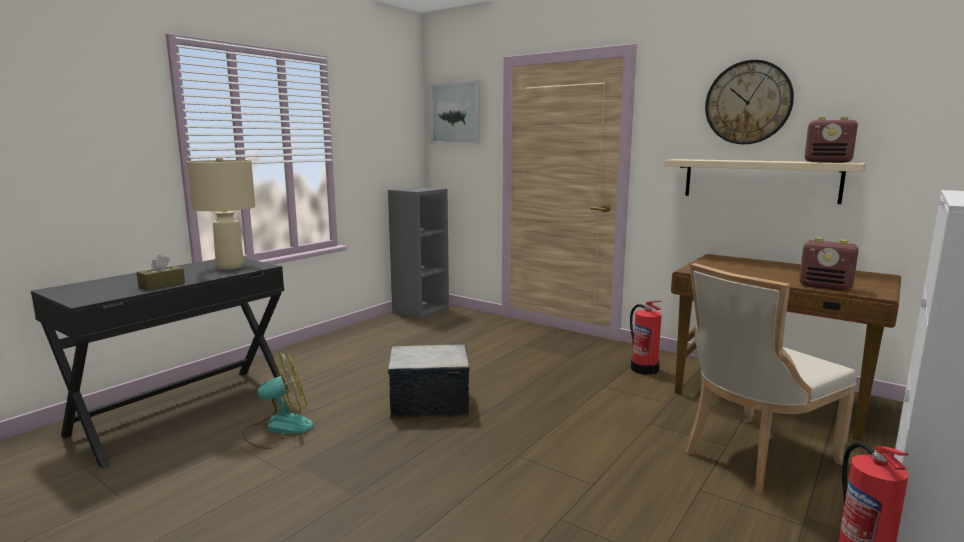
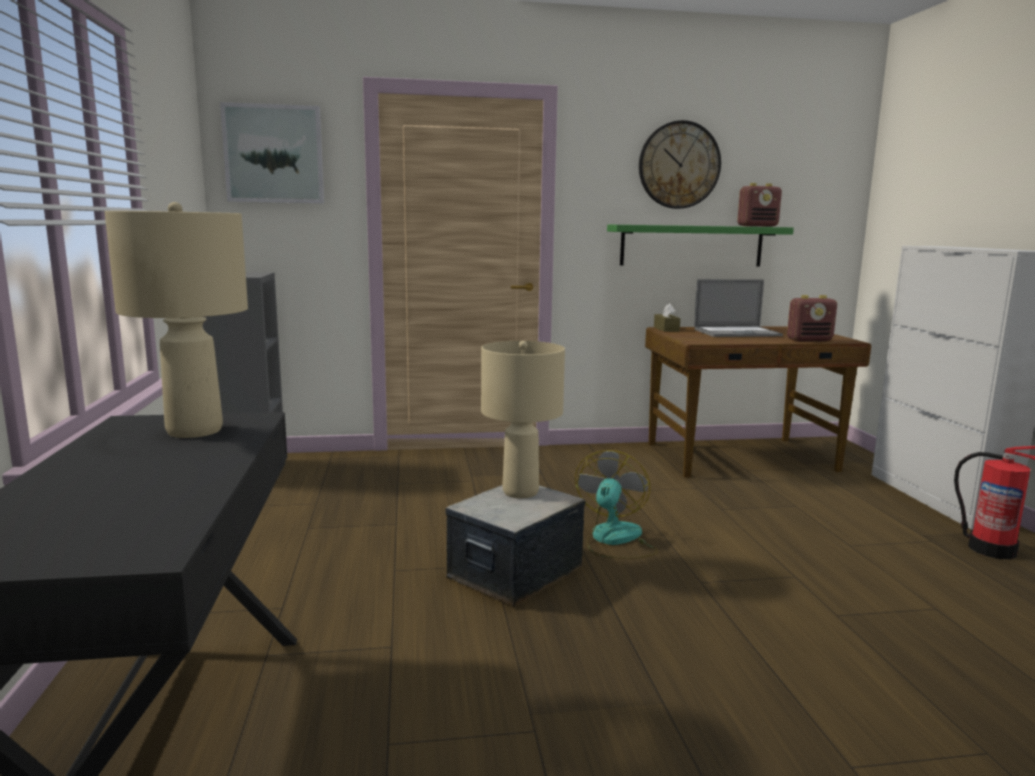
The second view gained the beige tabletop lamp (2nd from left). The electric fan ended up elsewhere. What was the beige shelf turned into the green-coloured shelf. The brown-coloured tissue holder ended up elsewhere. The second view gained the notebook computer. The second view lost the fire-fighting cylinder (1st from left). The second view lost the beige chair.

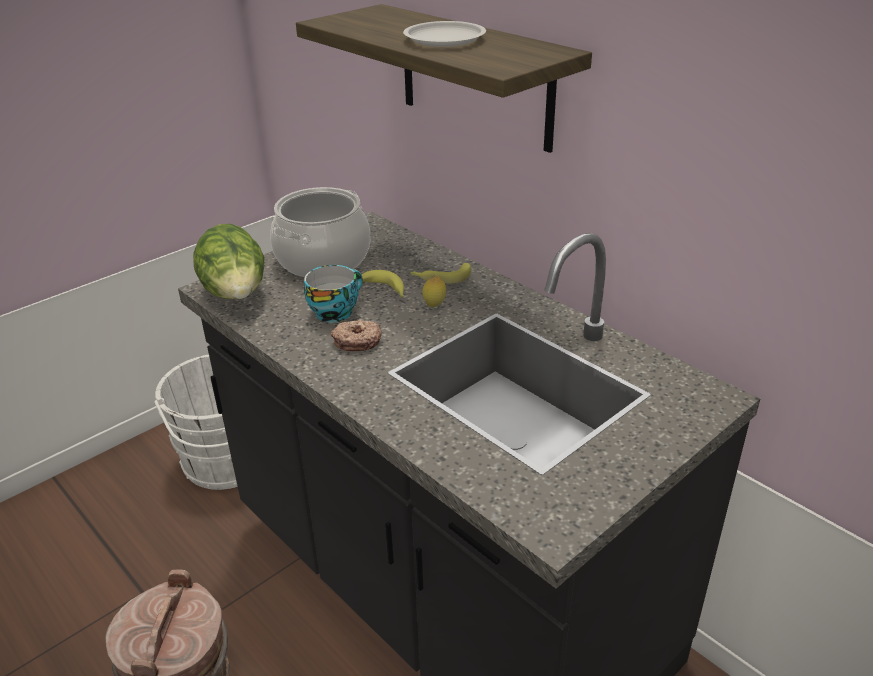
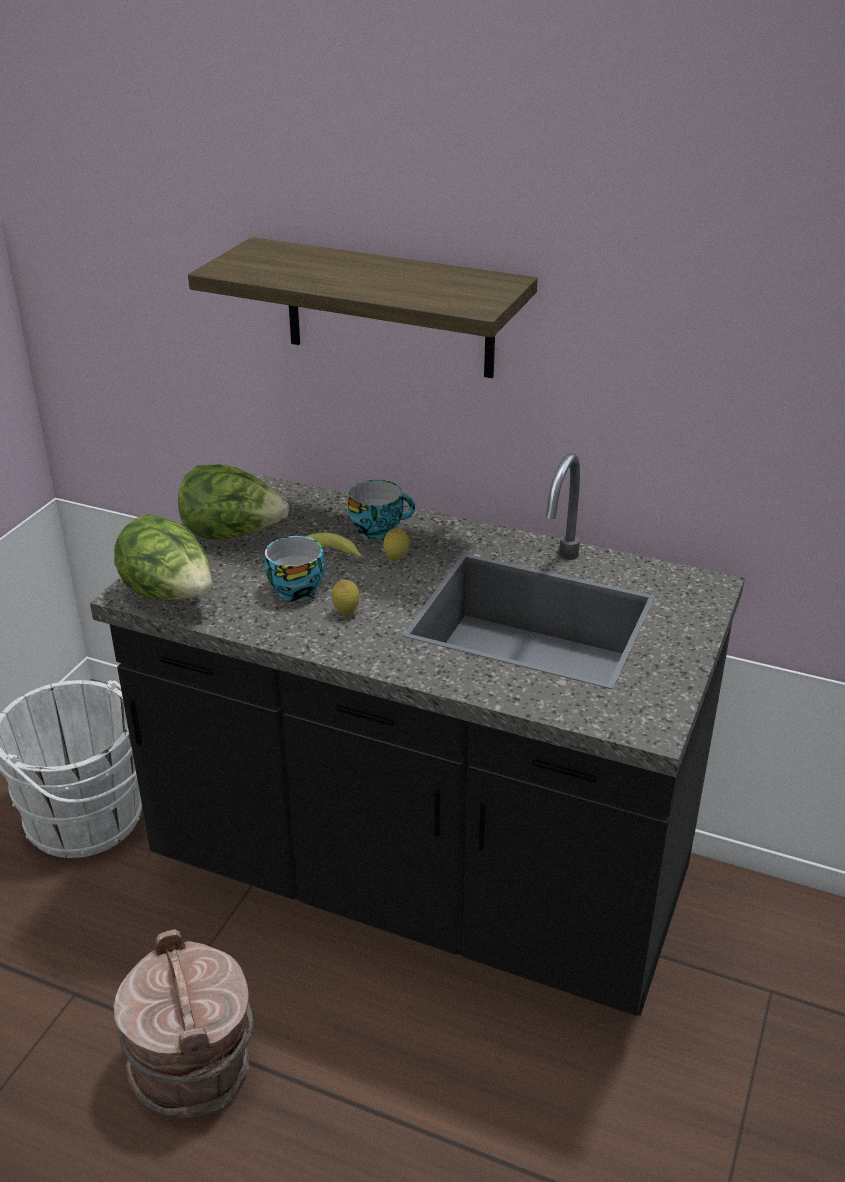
Where the saucepot stood, the lettuce head (2nd from left) came to stand. Where the ring doughnut stood, the lemon (1st from left) came to stand. Where the banana (2nd from left) stood, the drinking cup (2nd from left) came to stand. The second view lost the whitish plate.

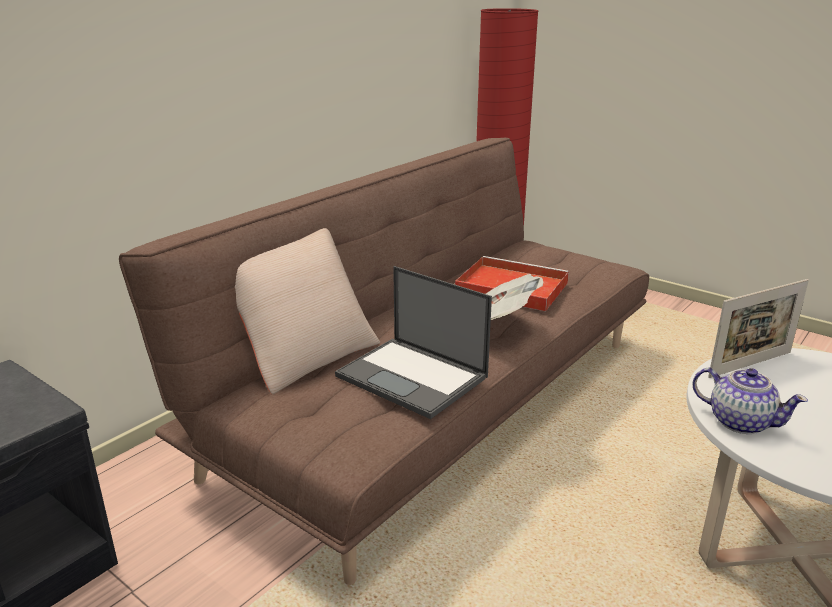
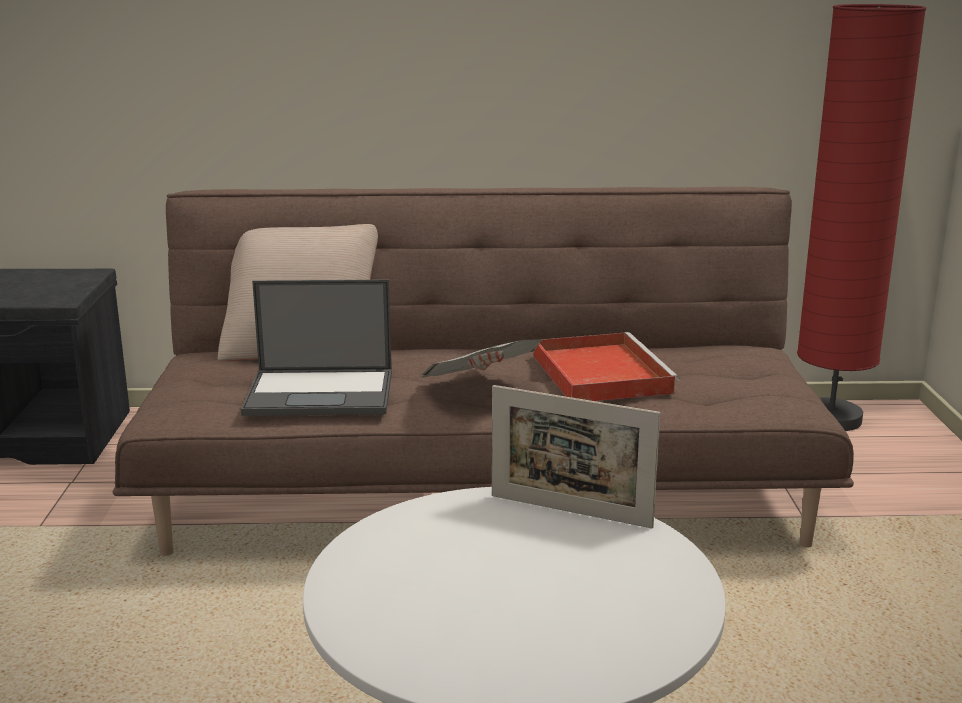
The notebook computer ended up facing another way, 90 degrees counterclockwise from before. The second view lost the teapot.

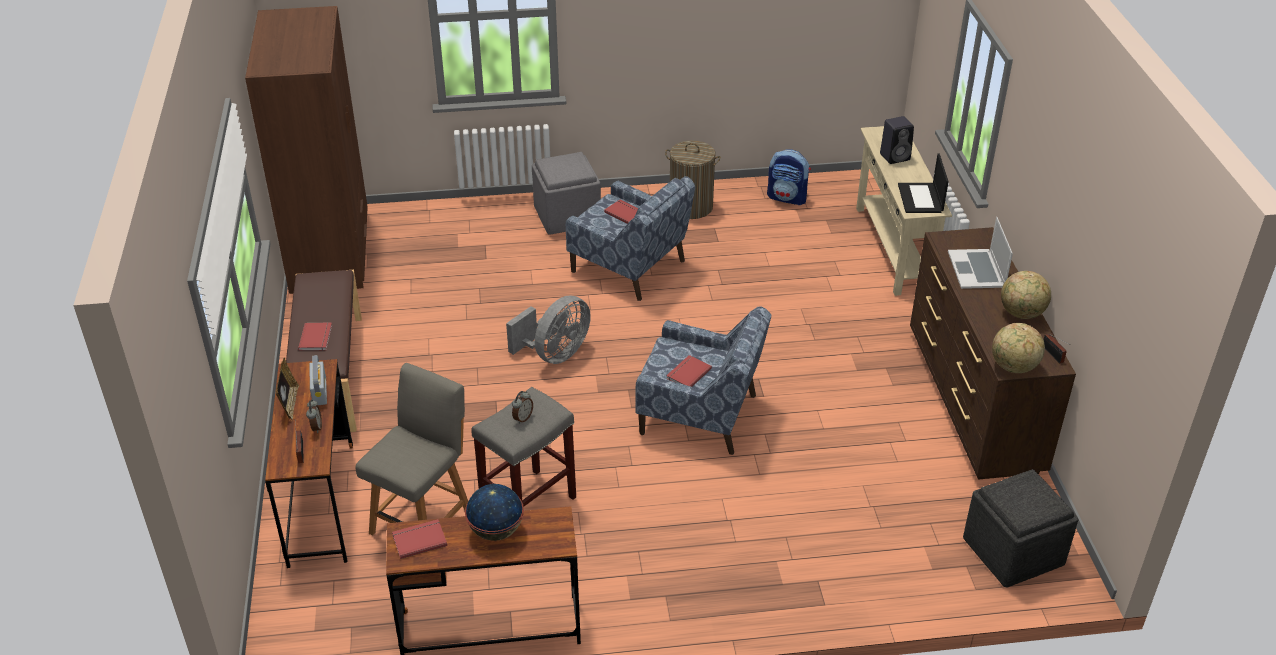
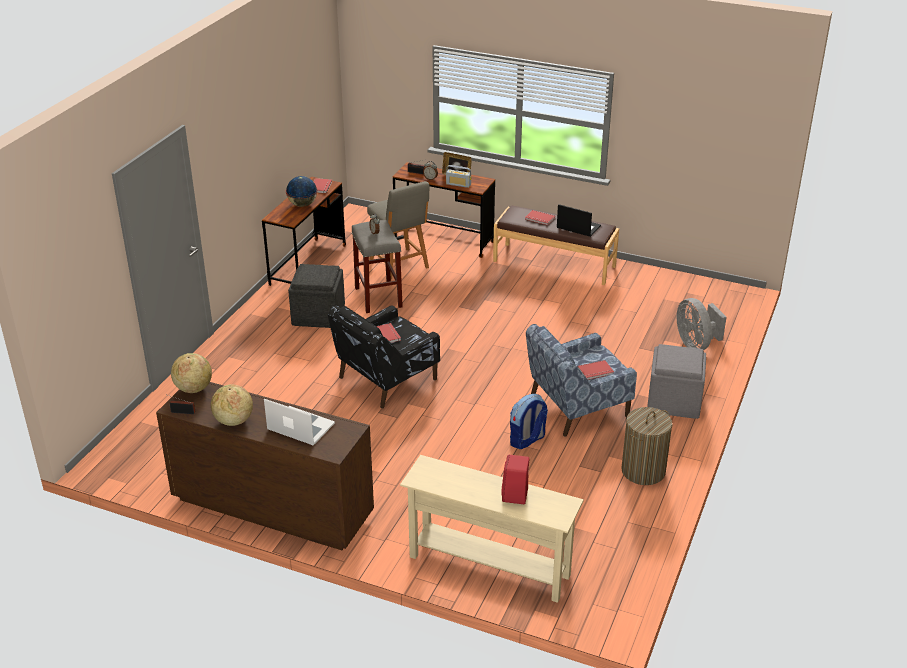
The greyish footrest (2nd from left in the first image) ended up elsewhere. What was the blue-coloured lounge chair (2nd from left) turned into the blackish lounge chair. What was the blackish speaker turned into the reddish speaker. The rucksack ended up elsewhere. The notebook computer (1st from left in the first image) ended up elsewhere. The greyish electric fan ended up elsewhere. The second view lost the brown-coloured armoire.

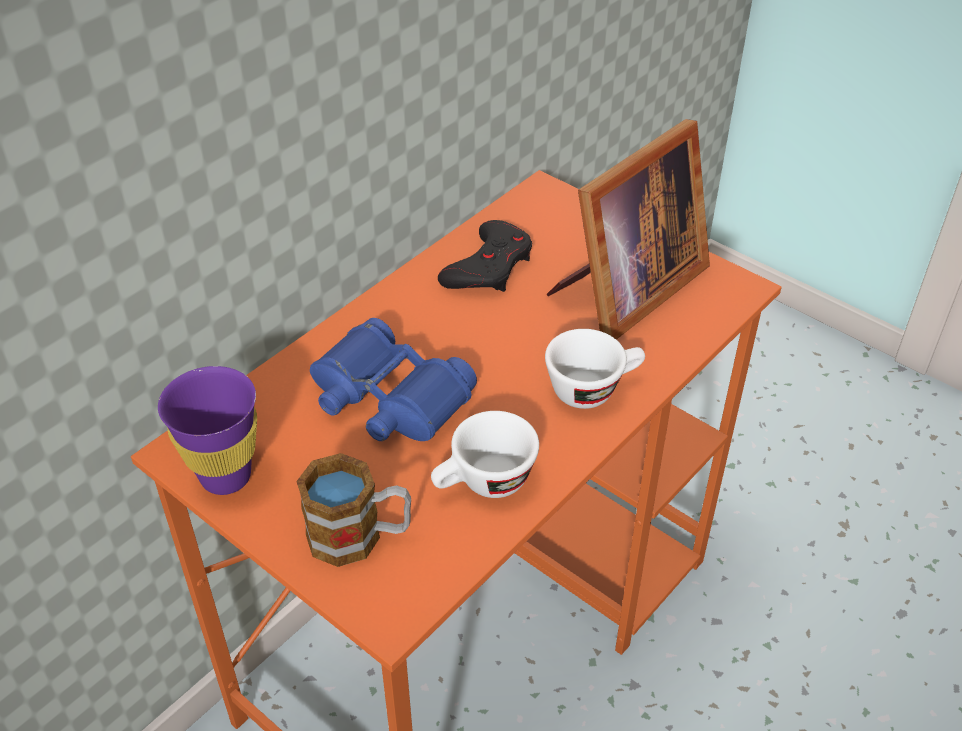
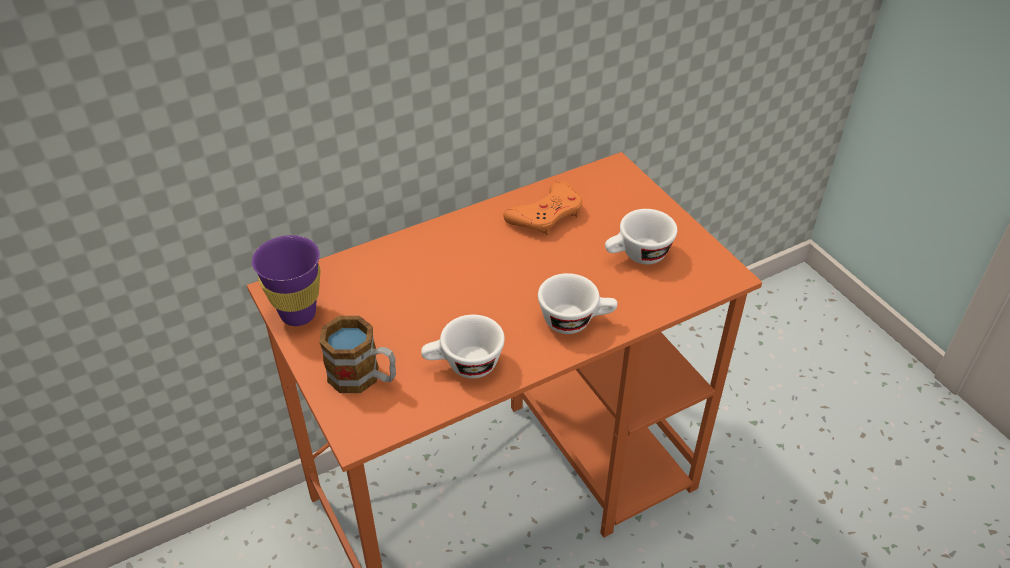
What was the blackish game controller turned into the orangey game controller. Where the picture frame stood, the whitish drinking cup (3rd from left) came to stand. The second view lost the blue-coloured binoculars.

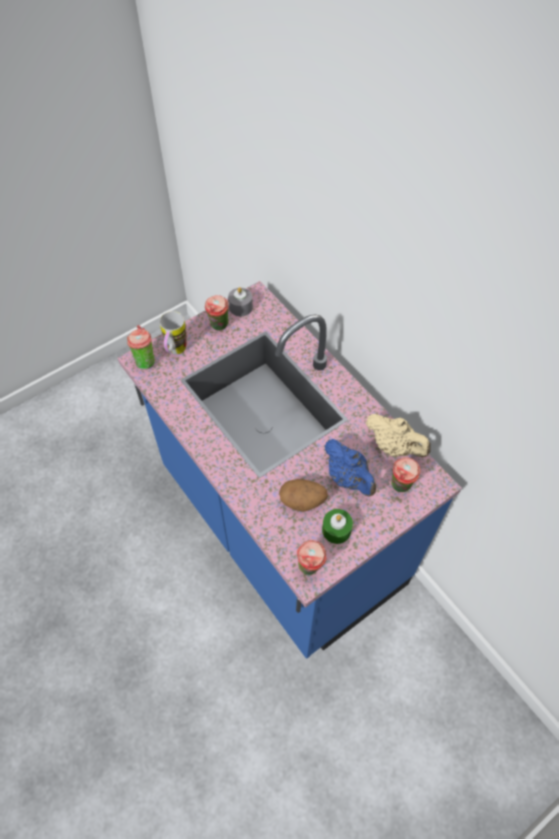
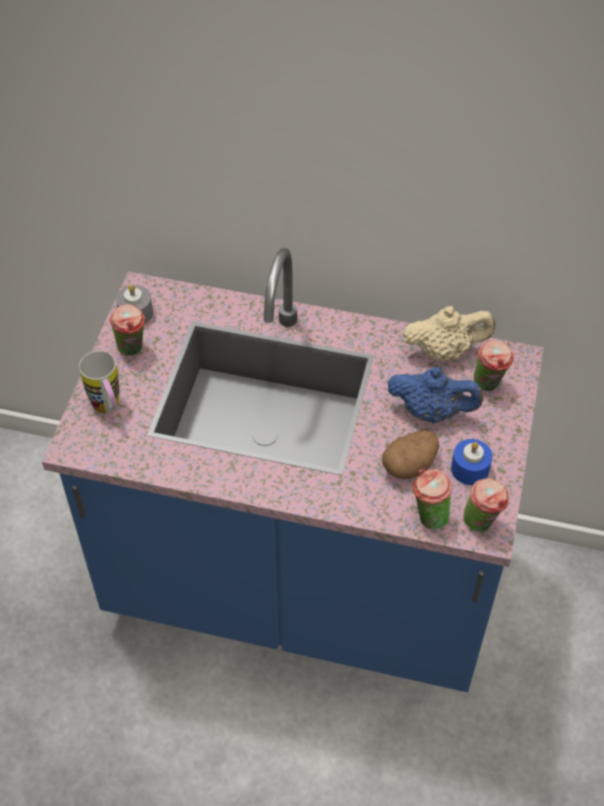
The drinking cup (1st from left in the first image) ended up elsewhere. What was the green-coloured candle turned into the blue-coloured candle.

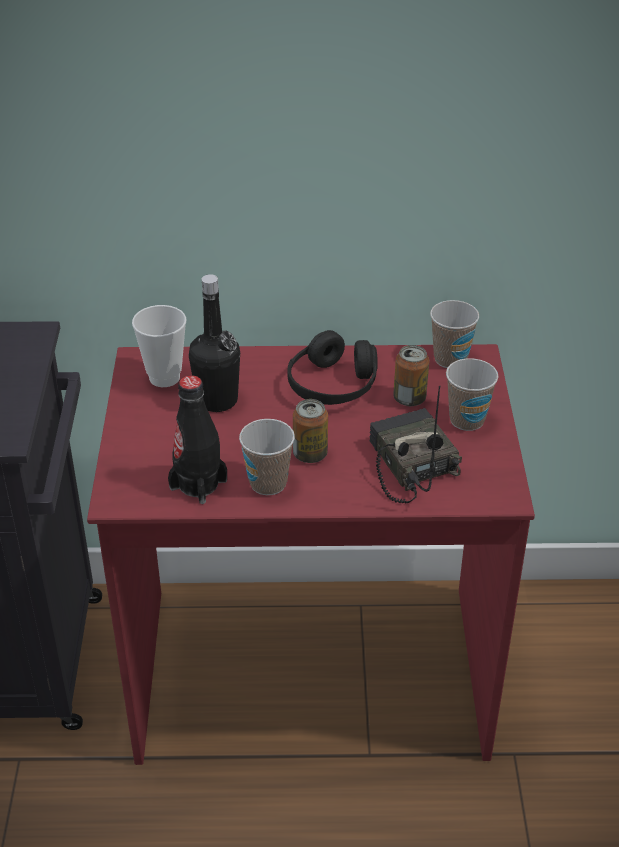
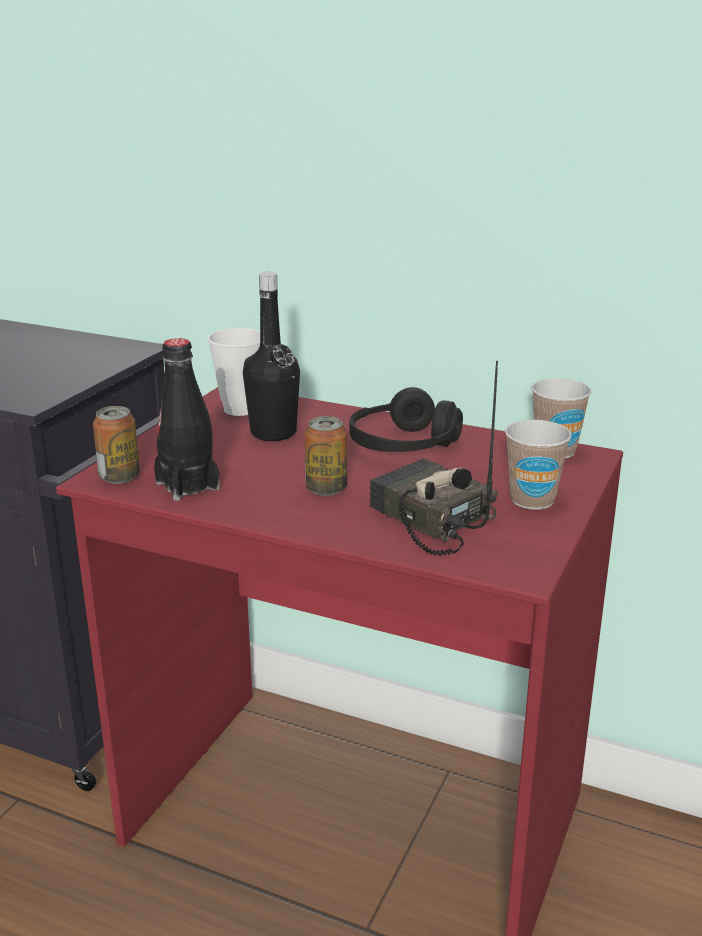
The sealed can (2nd from left in the first image) ended up elsewhere. The radio ended up facing another way, 45 degrees counterclockwise from before. The second view lost the drinking cup (2nd from left).

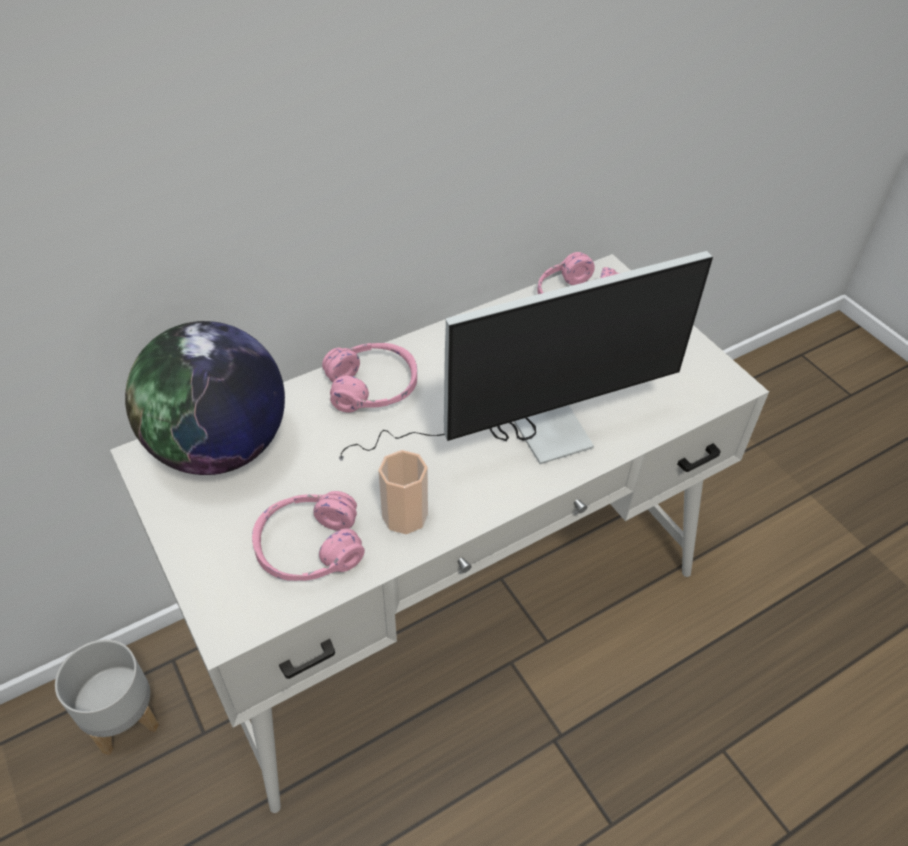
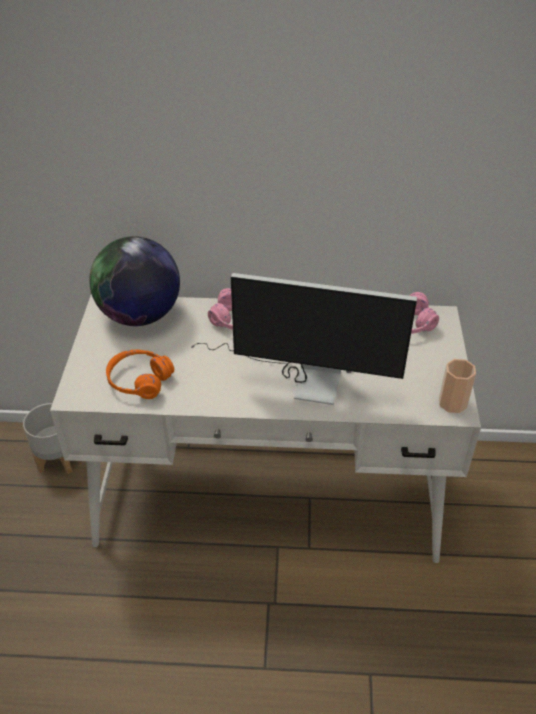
What was the pink pair of headphones (1st from left) turned into the orangey pair of headphones. The drinking cup ended up elsewhere.

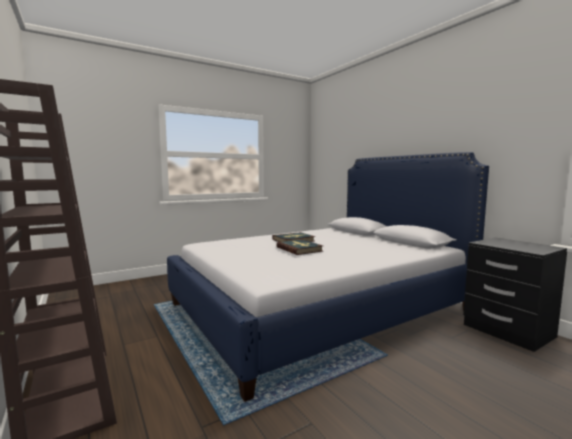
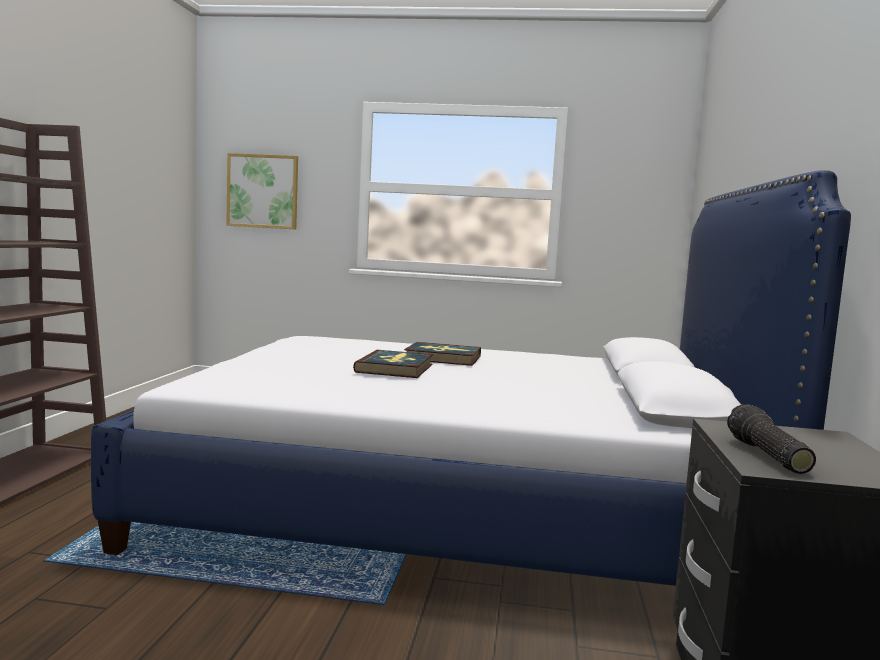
The second view gained the picture. The second view gained the flashlight.

